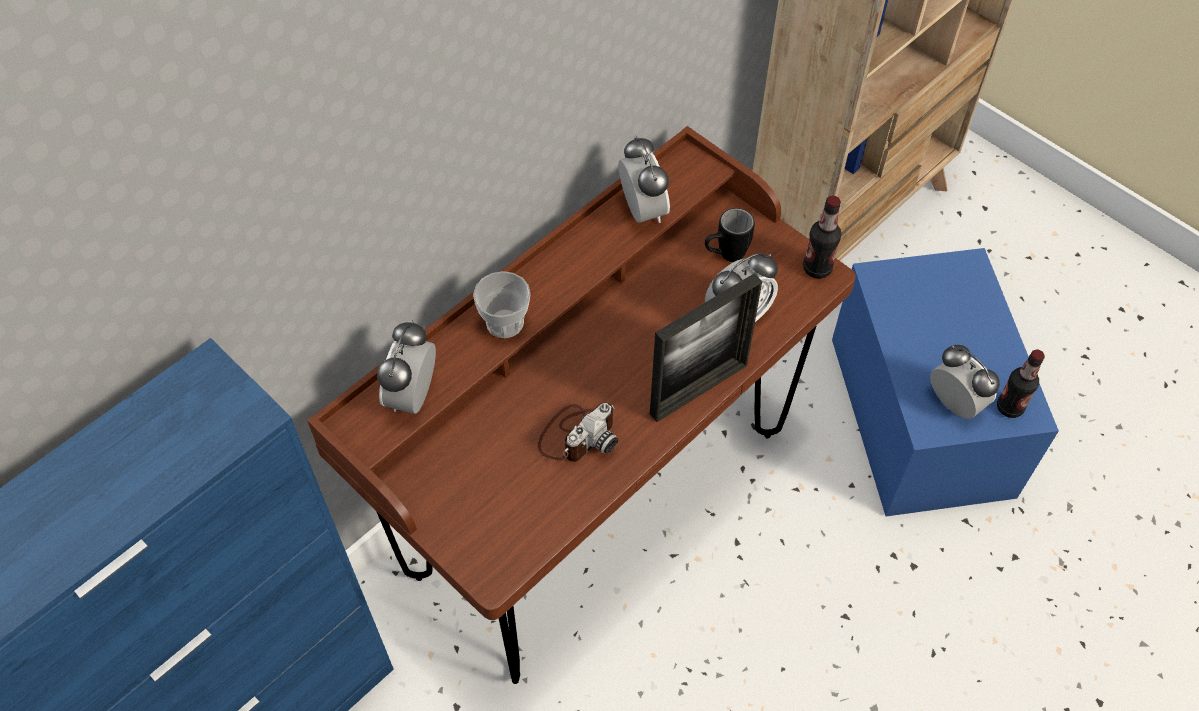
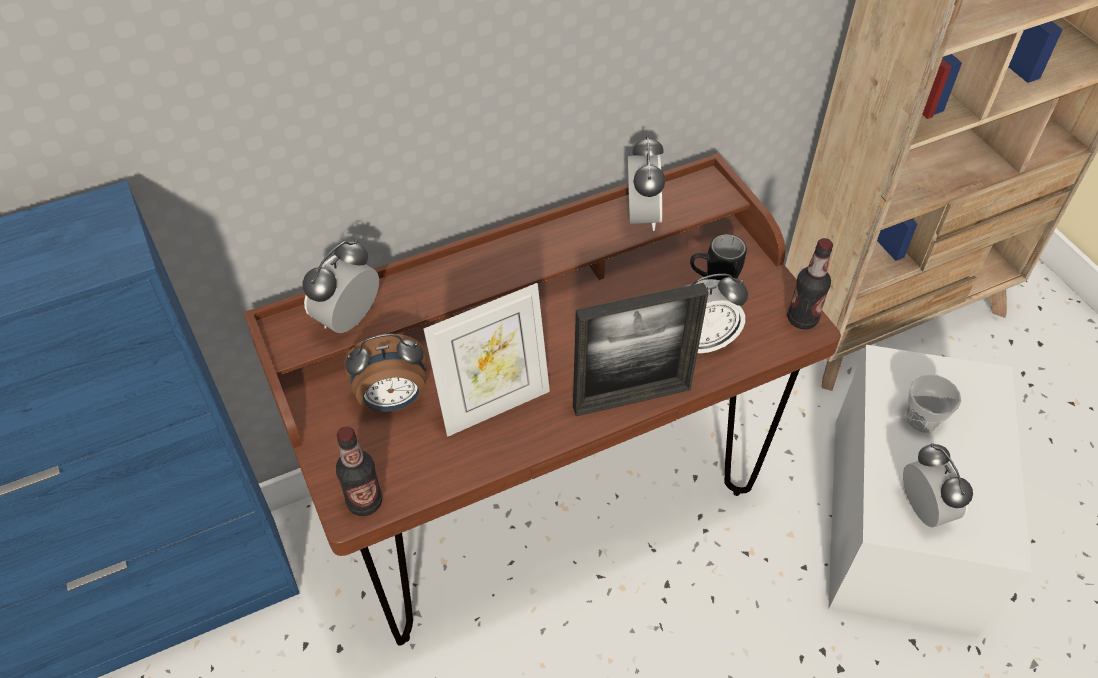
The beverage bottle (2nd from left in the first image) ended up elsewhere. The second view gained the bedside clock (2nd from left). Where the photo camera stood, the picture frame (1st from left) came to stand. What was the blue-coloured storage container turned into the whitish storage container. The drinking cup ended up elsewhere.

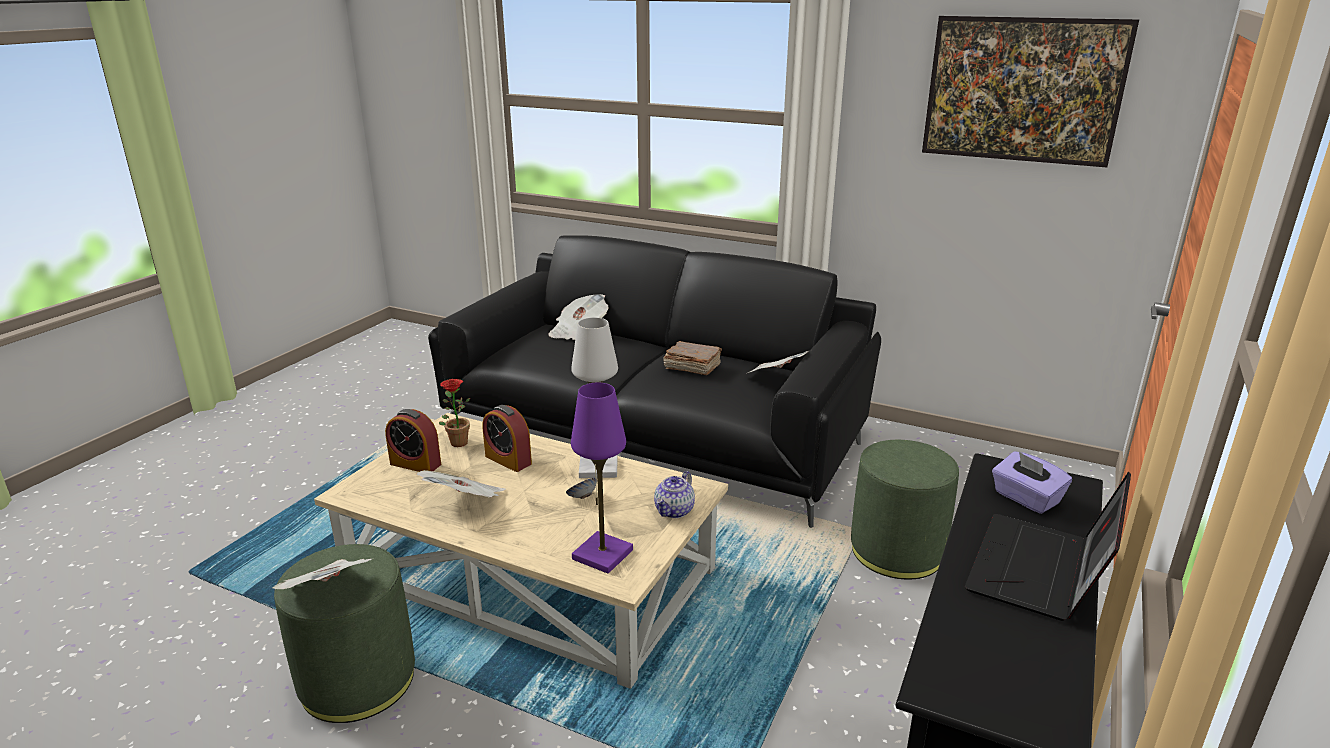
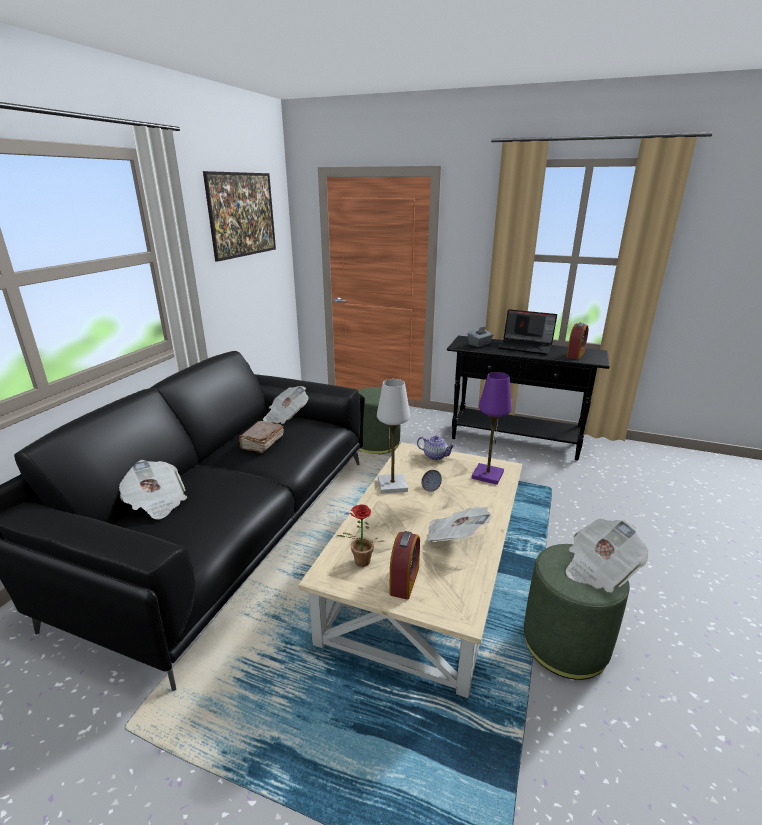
What was the purple tissue holder turned into the greyish tissue holder. The bedside clock (2nd from left) ended up elsewhere.

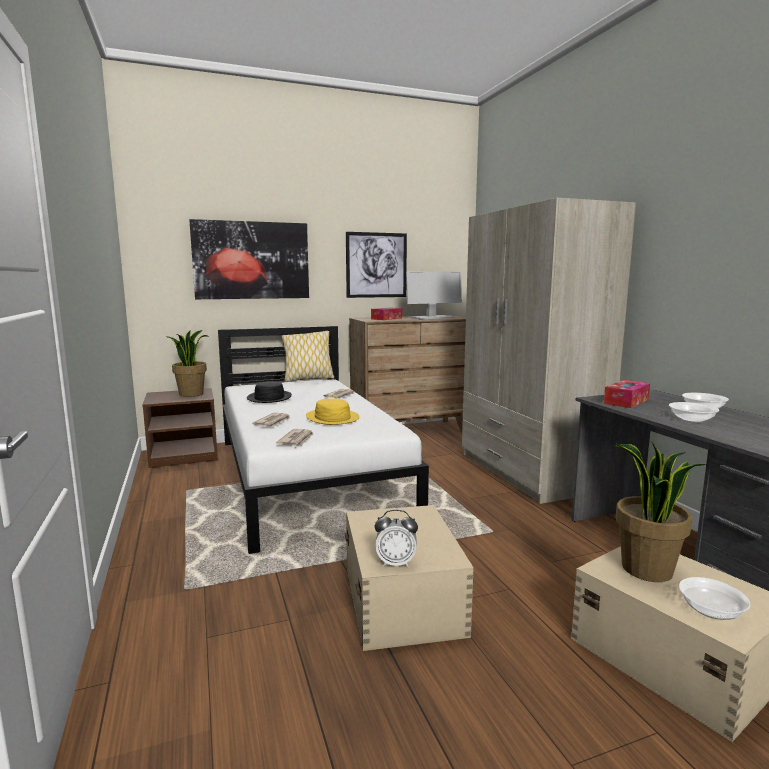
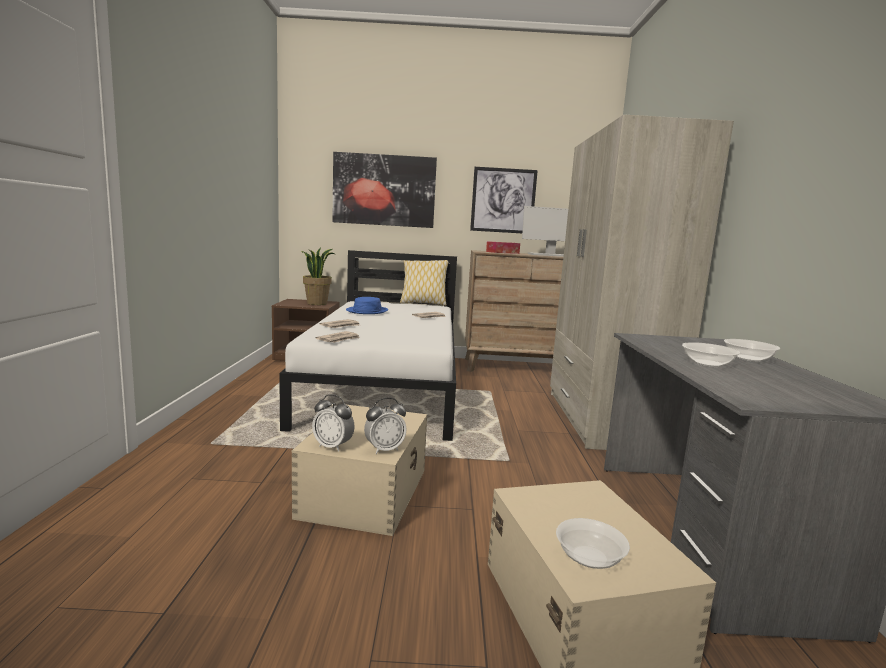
What was the blackish clothing hat turned into the blue-coloured clothing hat. The second view gained the bedside clock (2nd from left). The second view lost the yellow clothing hat. The second view lost the tissue holder (2nd from left). The second view lost the plant in a pot (2nd from left).

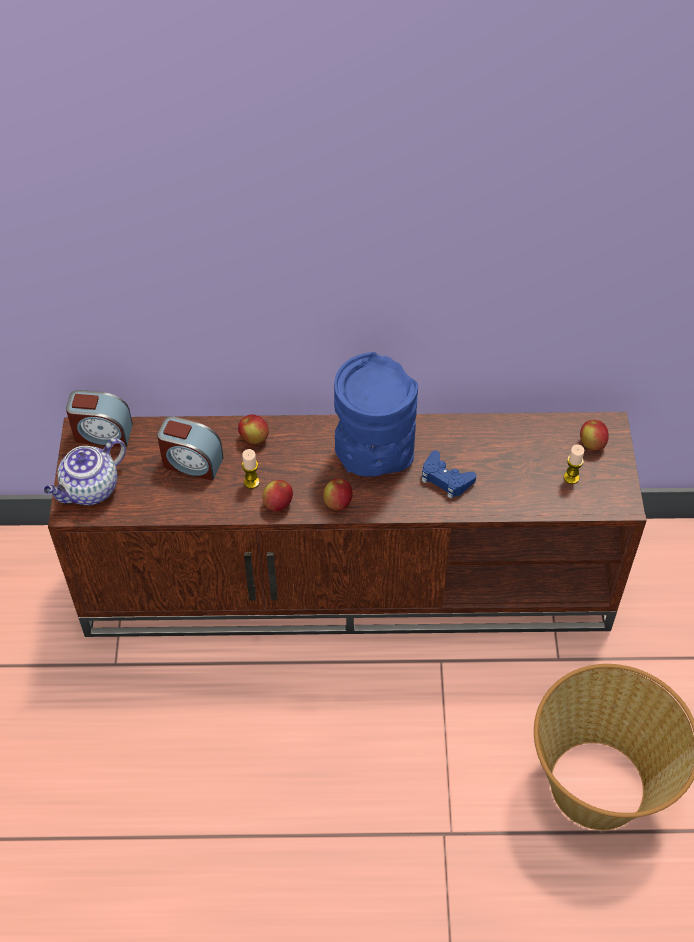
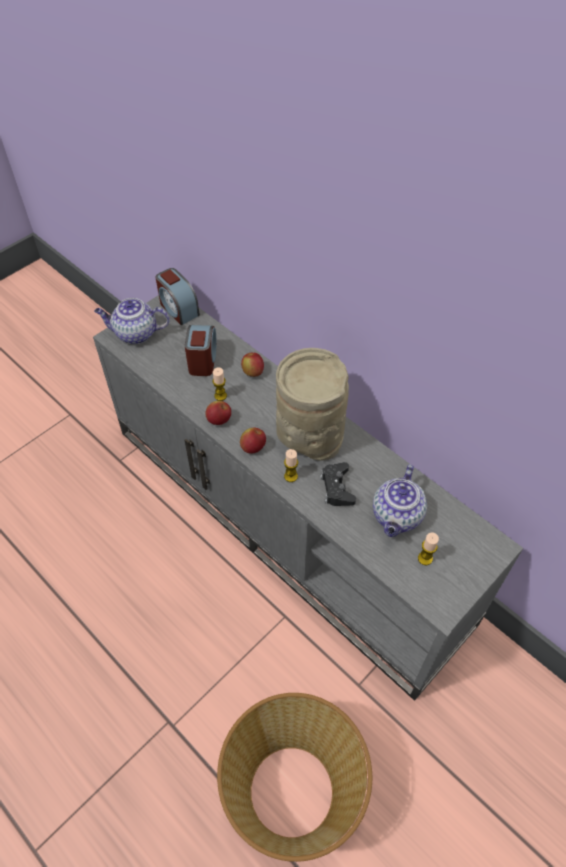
What was the brown-coloured tv unit turned into the greyish tv unit. The bedside clock (2nd from left) ended up facing another way, 150 degrees counterclockwise from before. What was the blue-coloured flower vase turned into the beige flower vase. The second view gained the candle (2nd from left). What was the blue-coloured game controller turned into the blackish game controller. The second view gained the teapot (2nd from left). The second view lost the apple (4th from left).

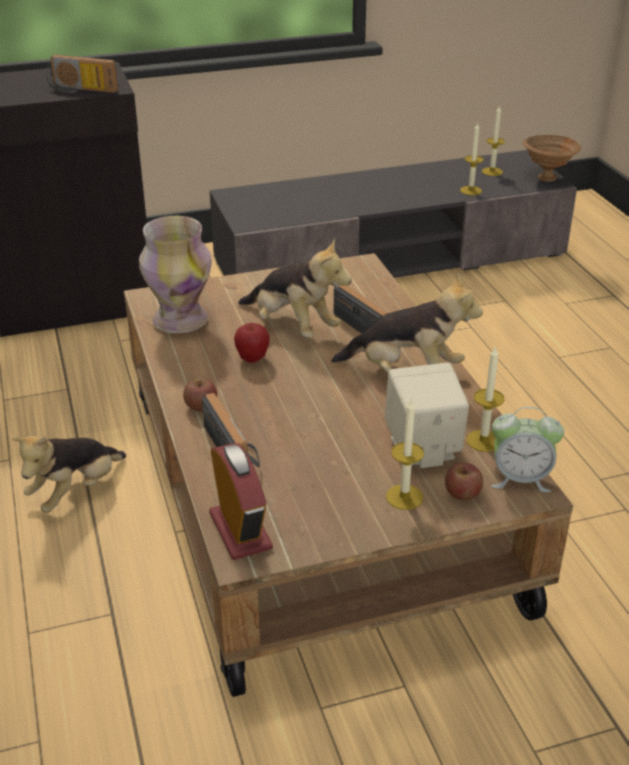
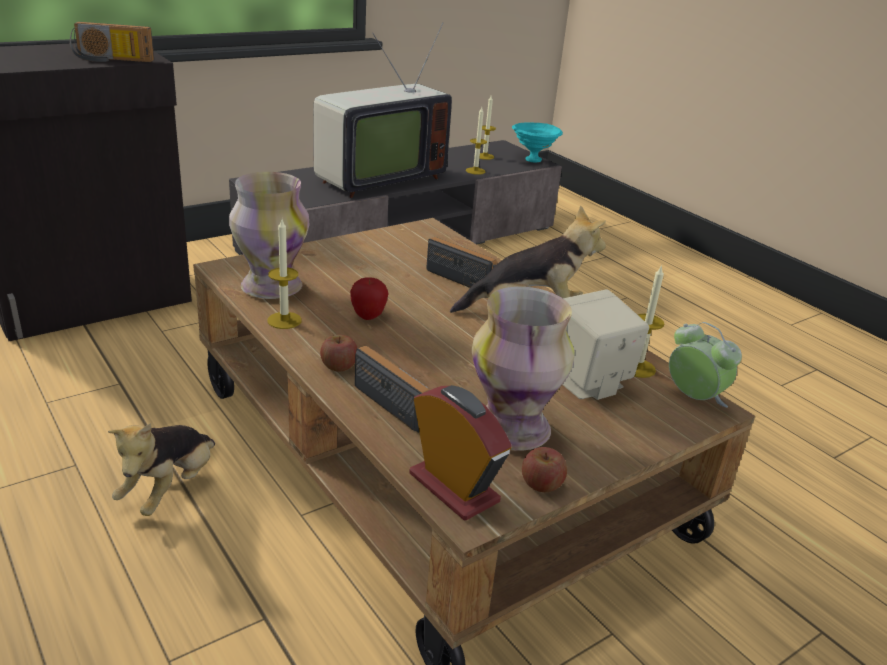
The candle (1st from left) ended up elsewhere. The second view gained the TV. The second view gained the flower vase (2nd from left). What was the brown-coloured bowl turned into the turquoise-coloured bowl. The apple (3rd from left) ended up elsewhere. The bedside clock (2nd from left) ended up facing another way, 120 degrees counterclockwise from before. The second view lost the plush toy (2nd from left).

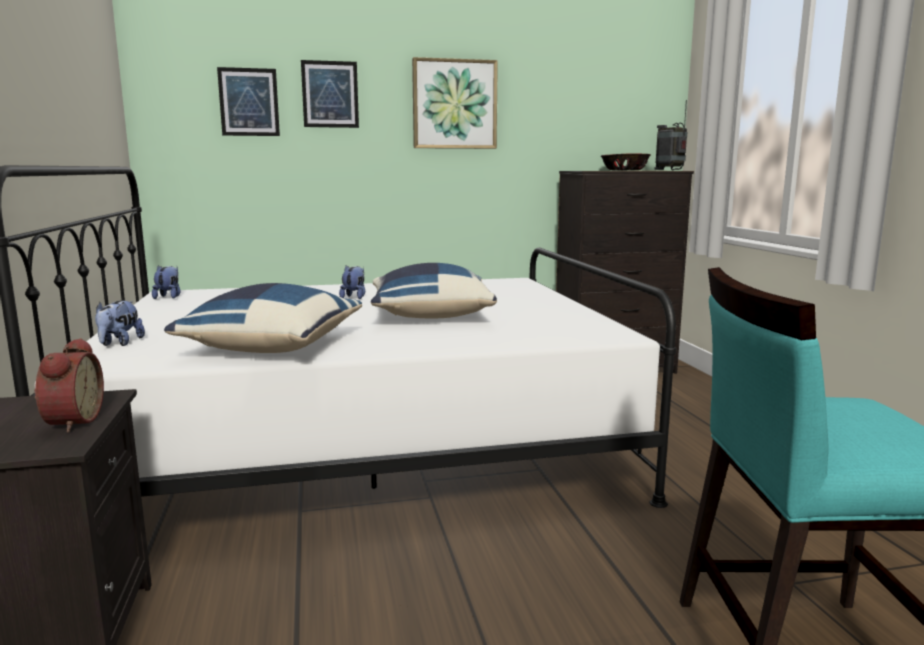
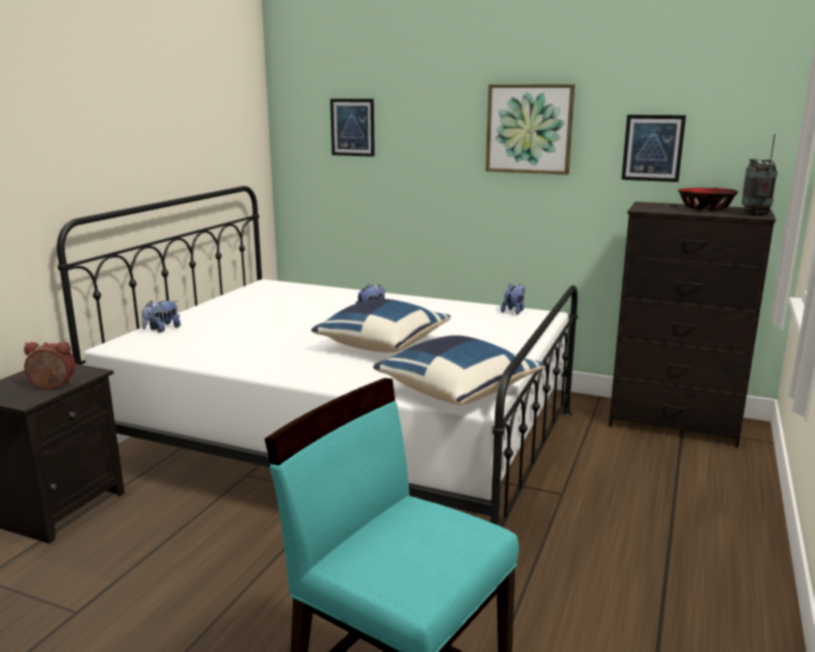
The bedside clock ended up facing another way, 120 degrees counterclockwise from before. The blue-coloured pillow (1st from left in the first image) ended up elsewhere. The plush toy (2nd from left in the first image) ended up elsewhere. The picture (2nd from left in the first image) ended up elsewhere.

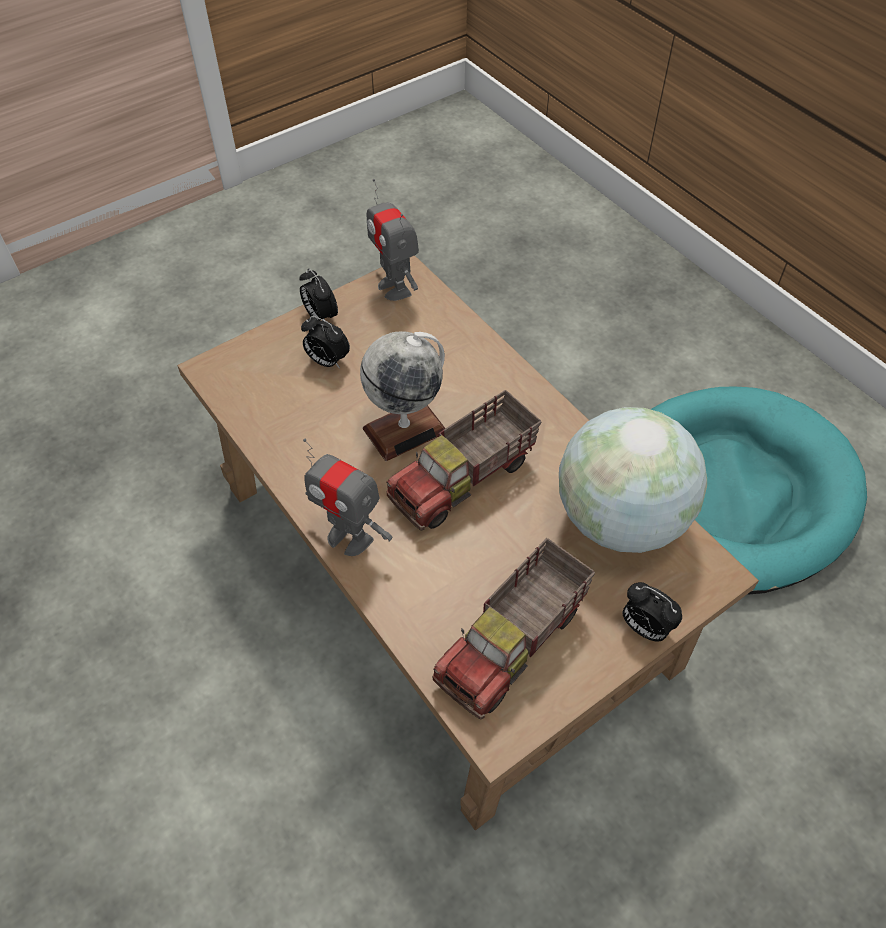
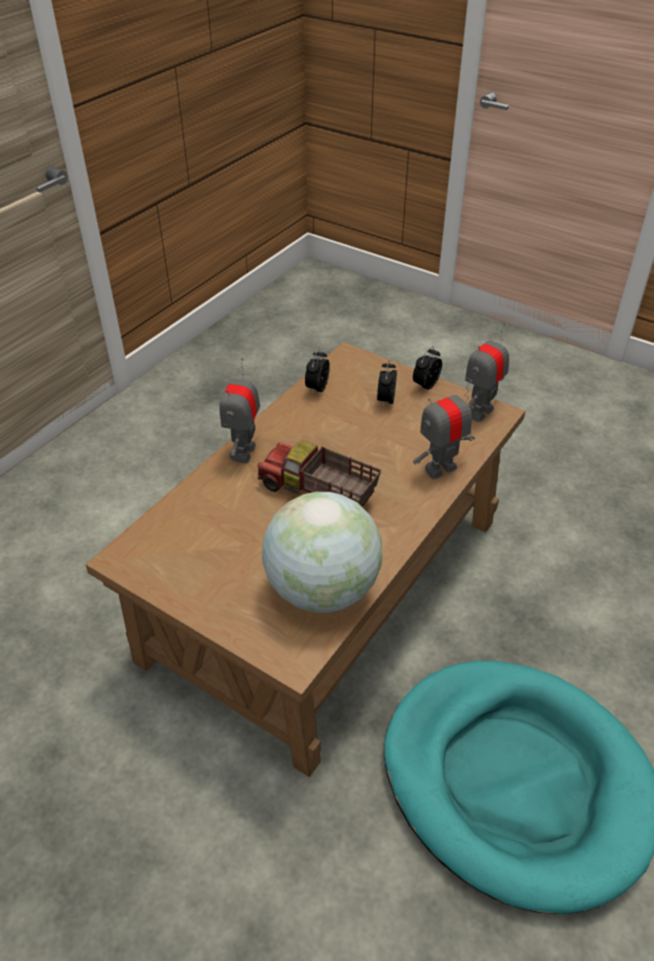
The bedside clock (3rd from left in the first image) ended up elsewhere. The second view gained the model robot (2nd from left). The second view lost the world globe (1st from left). The second view lost the toy lorry (2nd from left).

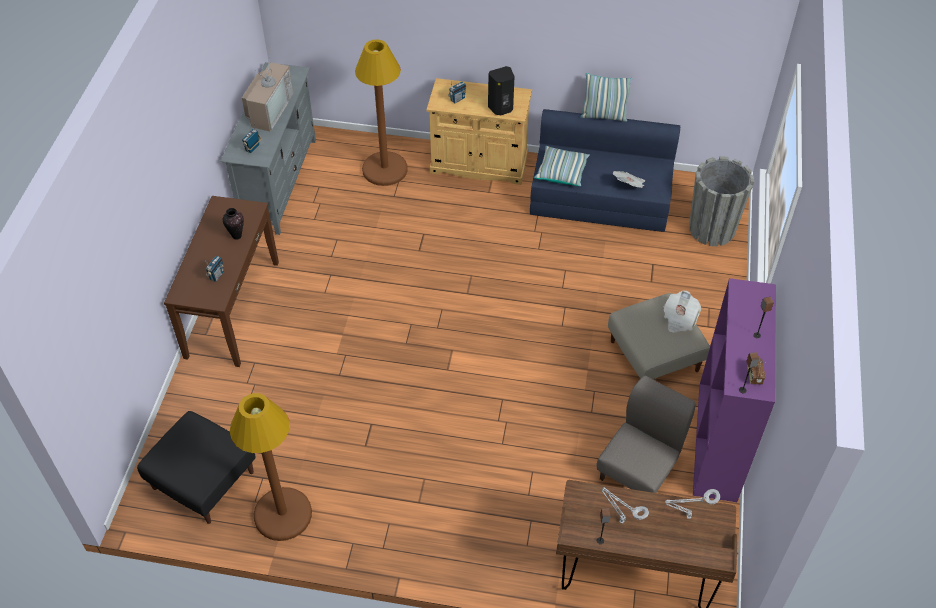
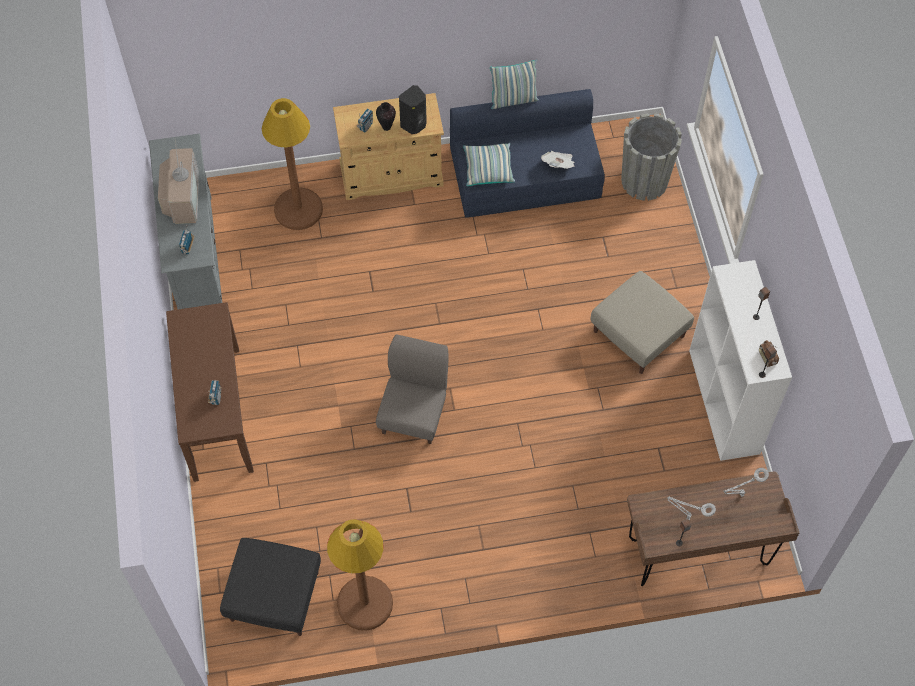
The flower vase ended up elsewhere. The greyish chair ended up elsewhere. What was the purple shelving unit turned into the whitish shelving unit. The second view lost the daily paper (2nd from left).

